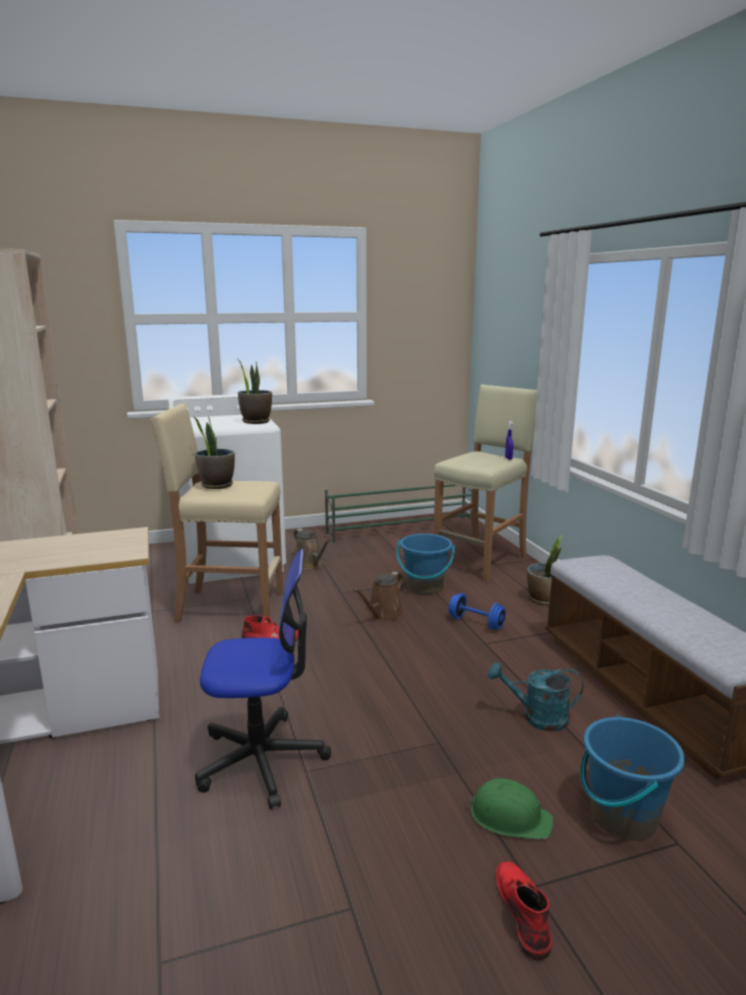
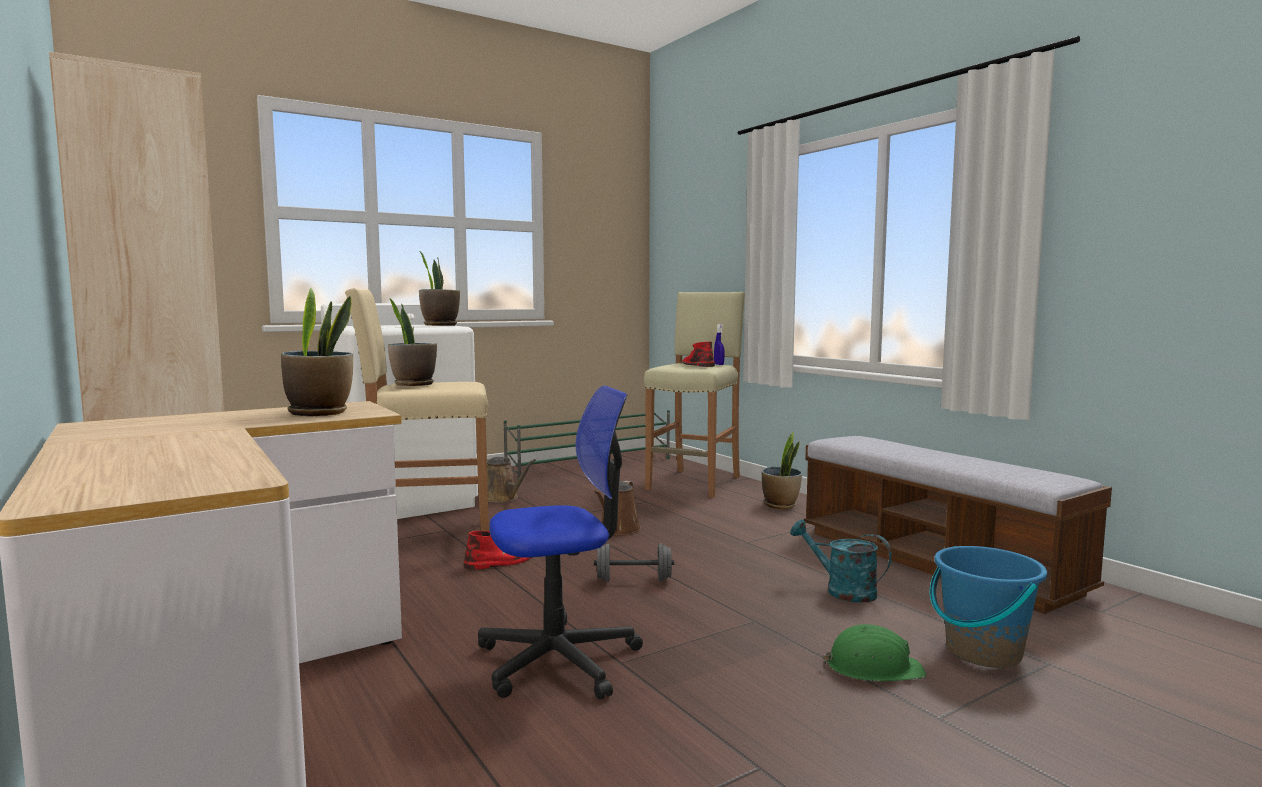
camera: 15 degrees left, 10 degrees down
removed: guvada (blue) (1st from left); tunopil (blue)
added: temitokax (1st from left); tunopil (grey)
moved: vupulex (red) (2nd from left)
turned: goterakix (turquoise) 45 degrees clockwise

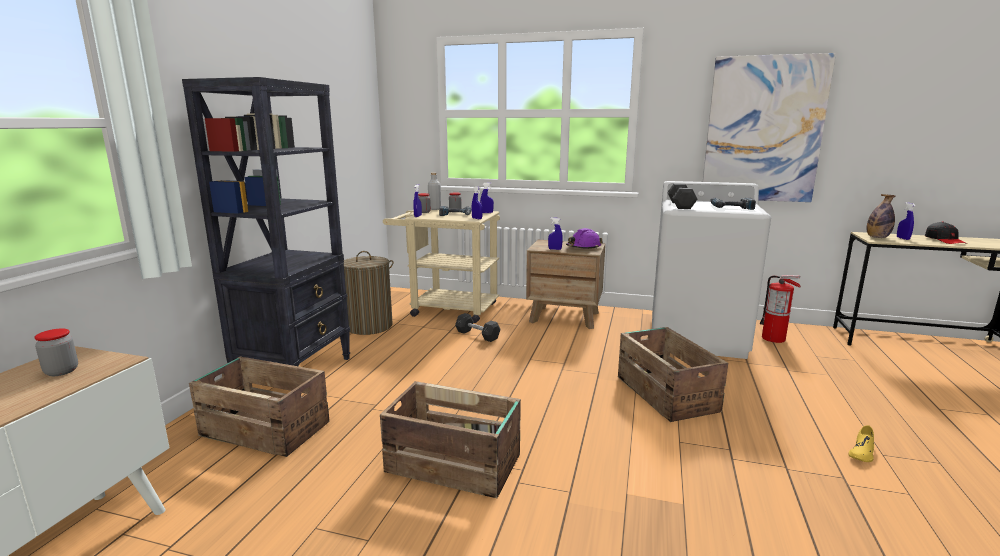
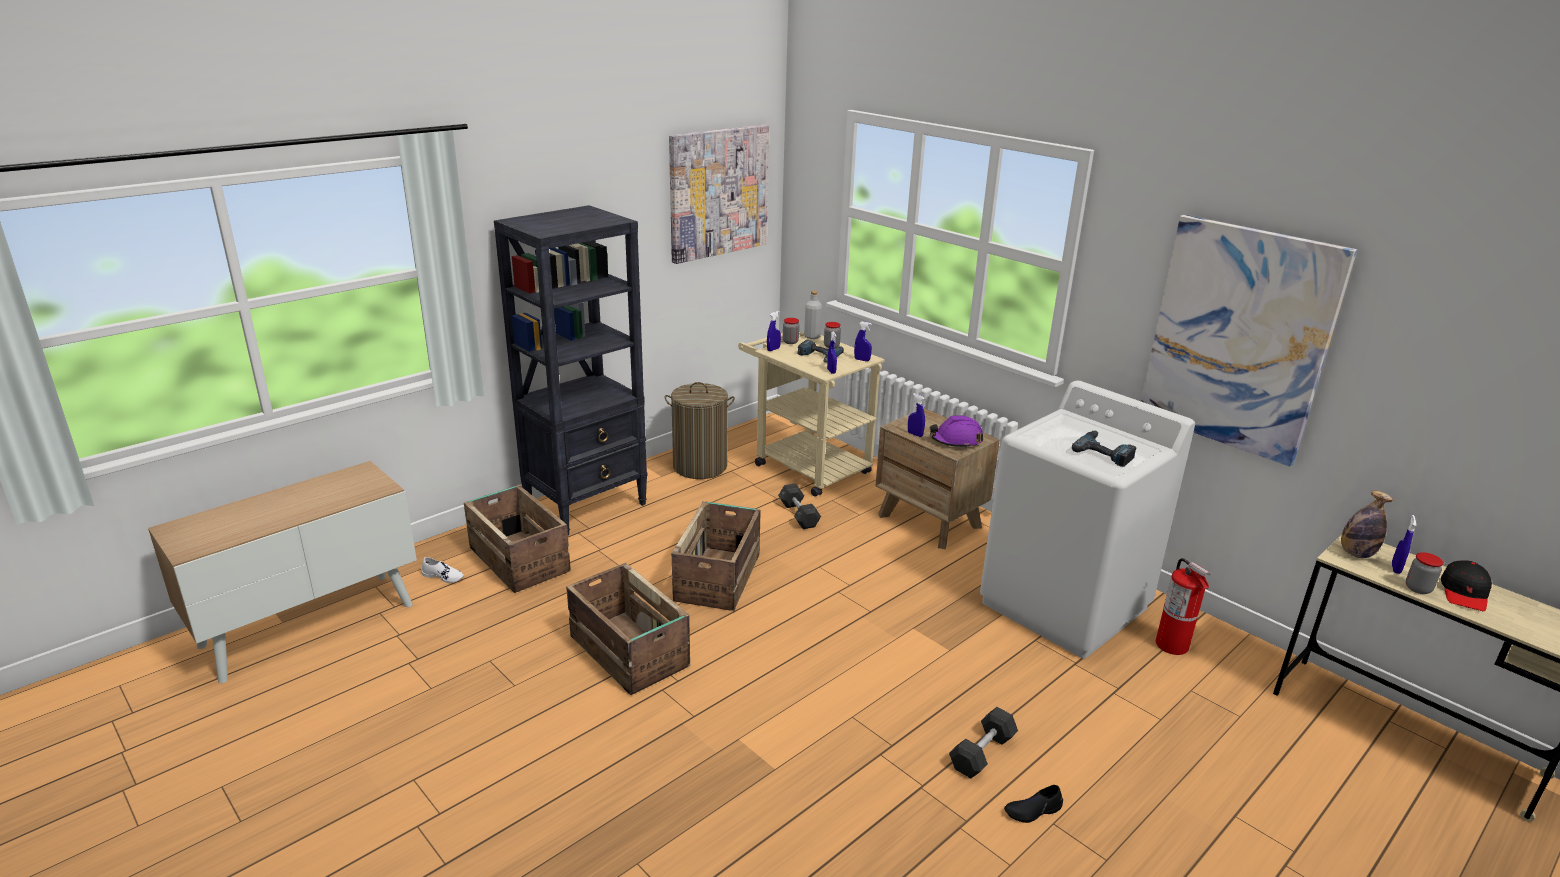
camera: 30 degrees right, 10 degrees up
added: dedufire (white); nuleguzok (1st from left)
moved: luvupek (3rd from left); tunopil (grey) (2nd from left); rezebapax (1st from left in the first image) to rezebapax (3rd from left)
recoloured: dedufire (yellow) to dedufire (black)

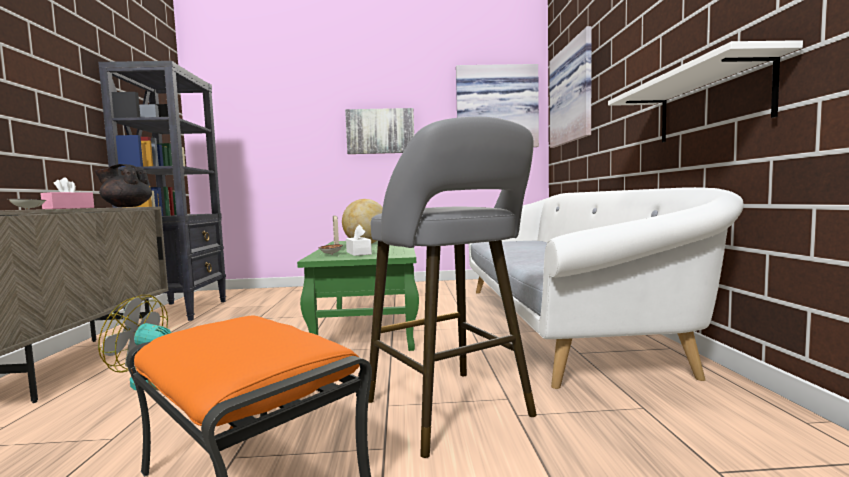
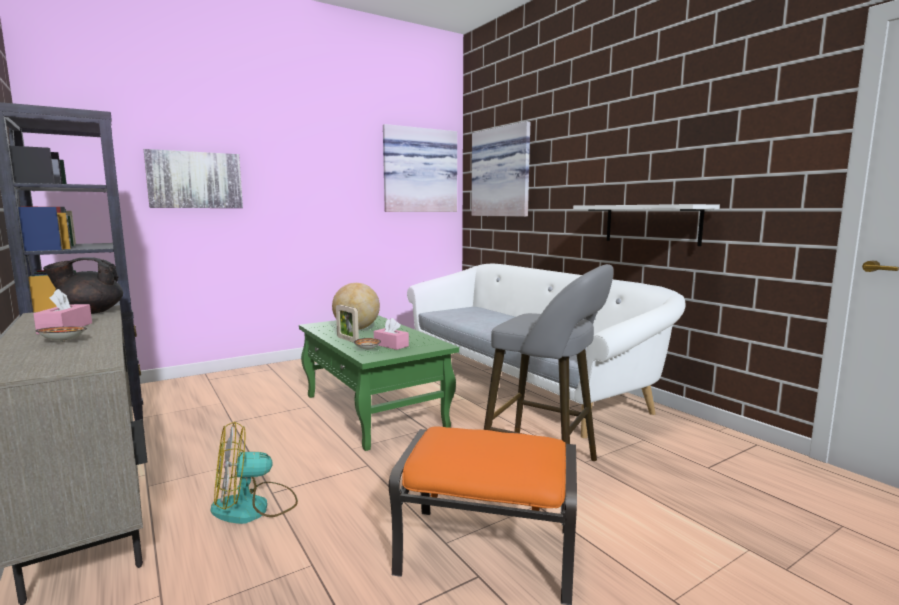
camera: 30 degrees left, 5 degrees up
moved: nuleguzok (1st from left)
recoloured: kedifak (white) to kedifak (pink) (2nd from left)

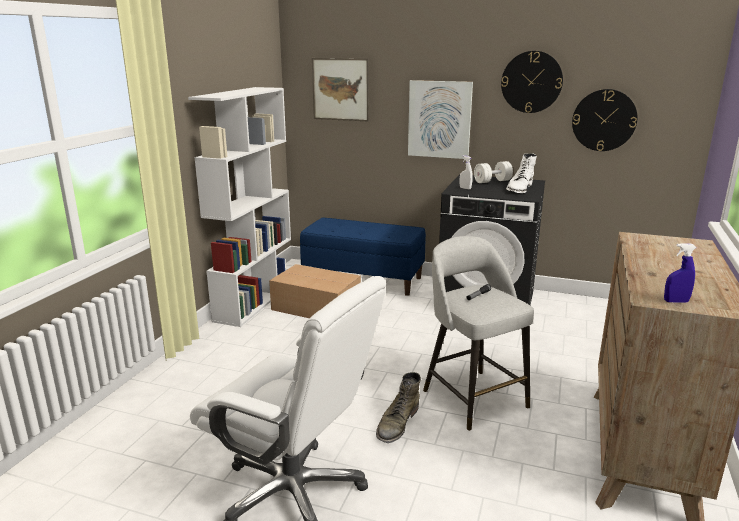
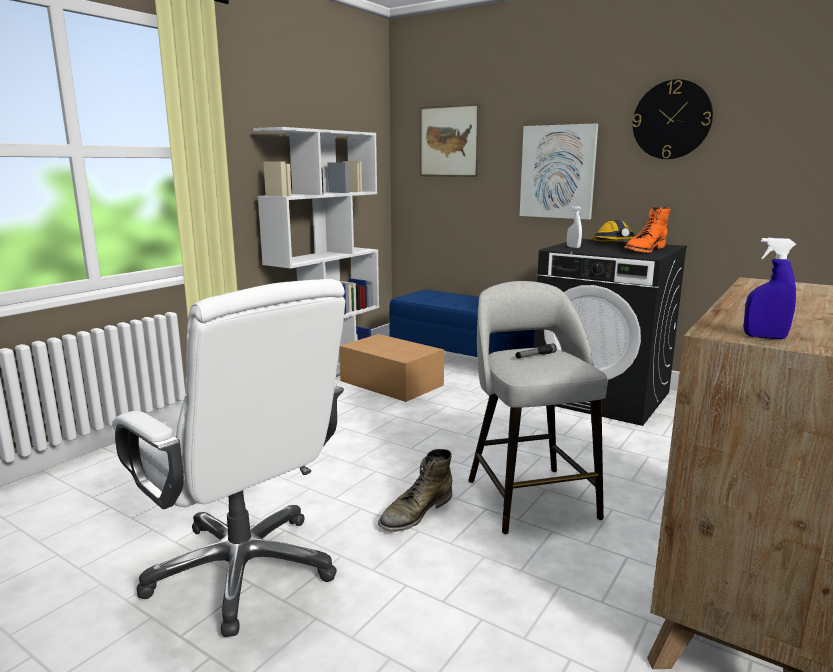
camera: 15 degrees right, 5 degrees down
removed: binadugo (2nd from left)
replaced: tunopil (white) to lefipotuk
recoloured: vupulex (white) to vupulex (orange)

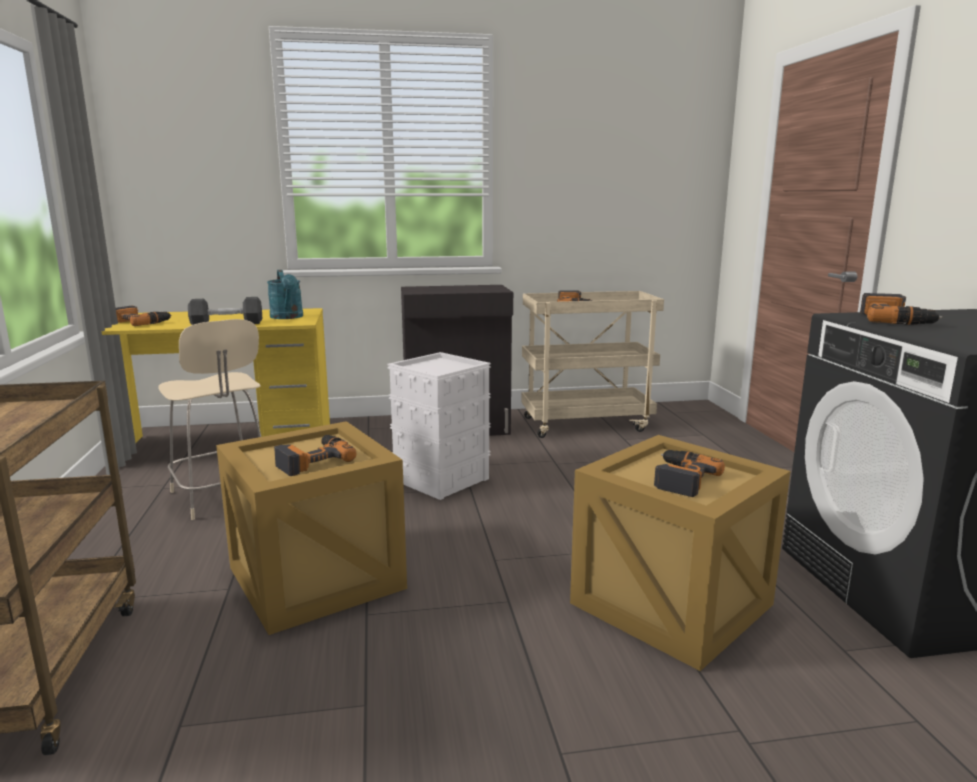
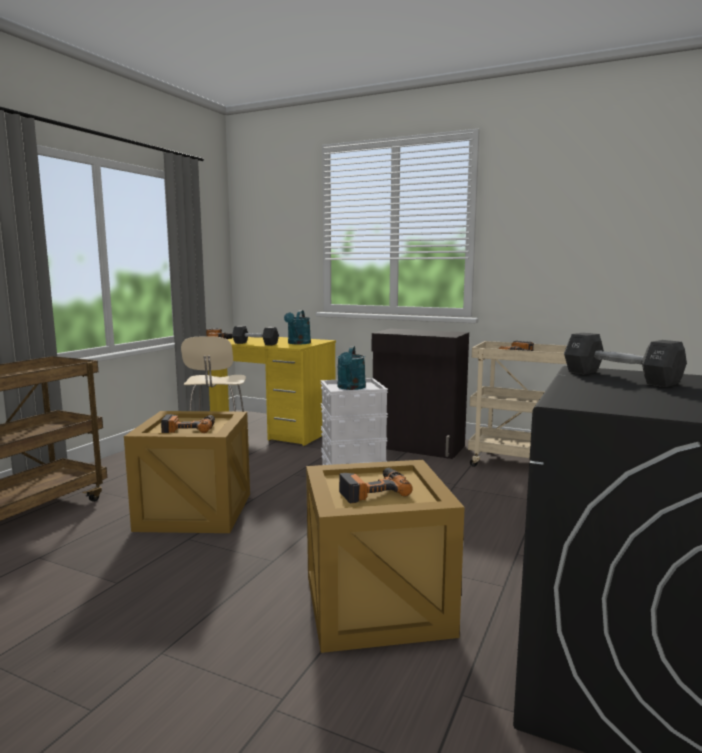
camera: 35 degrees right, 5 degrees down
added: goterakix (turquoise) (2nd from left)
replaced: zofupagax (5th from left) to tunopil (black) (2nd from left)

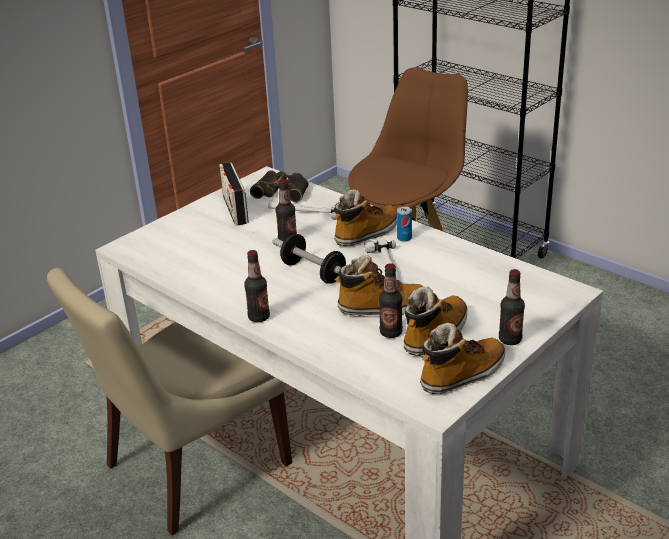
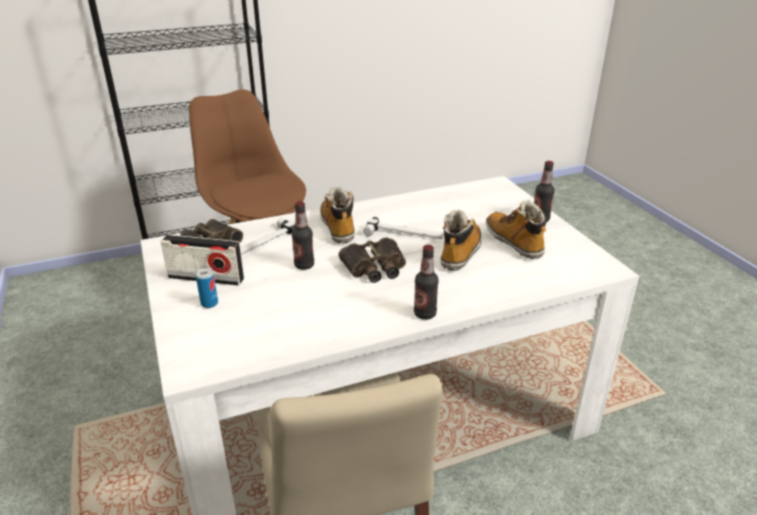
camera: 65 degrees left, 0 degrees up
removed: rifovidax (3rd from left); vupulex (4th from left)
moved: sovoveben
replaced: tunopil to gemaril (2nd from left)

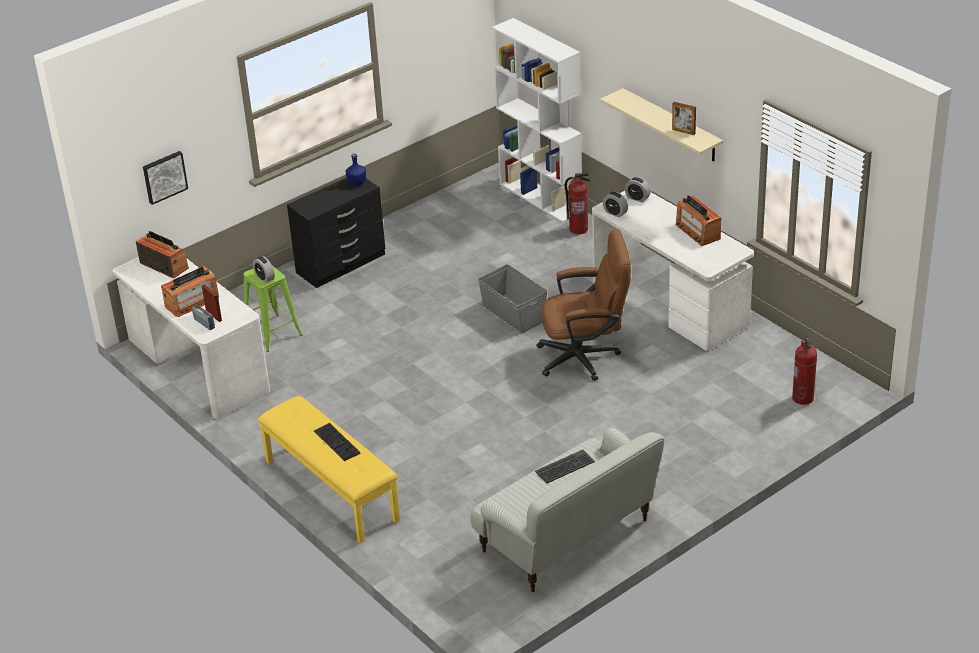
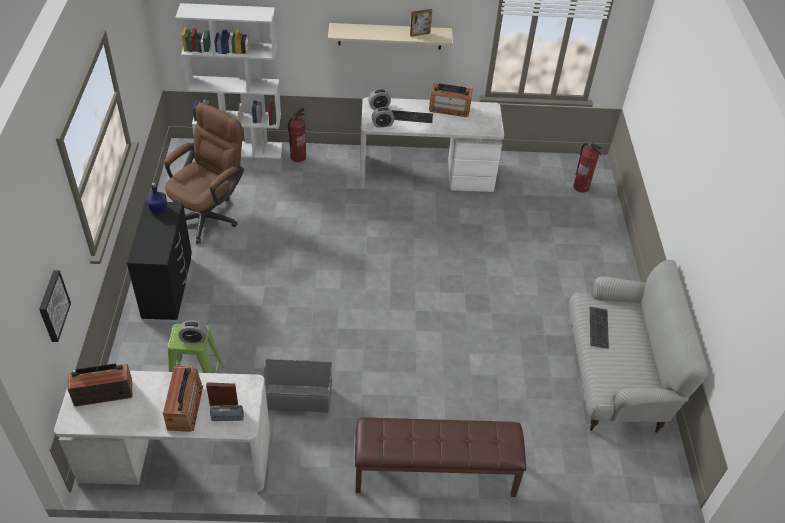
camera: 55 degrees left, 10 degrees up
moved: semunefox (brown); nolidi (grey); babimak (1st from left)
recoloured: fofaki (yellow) to fofaki (brown)

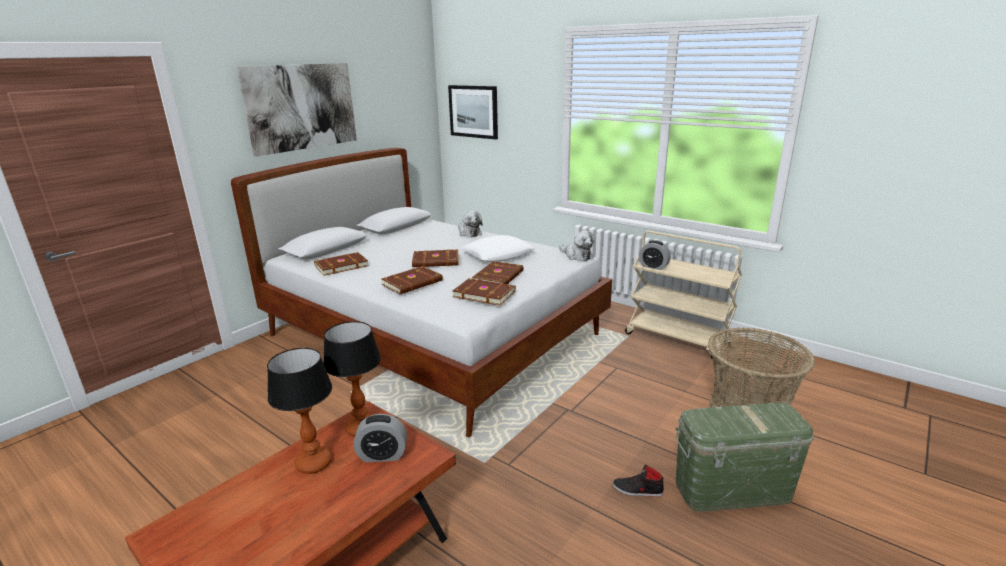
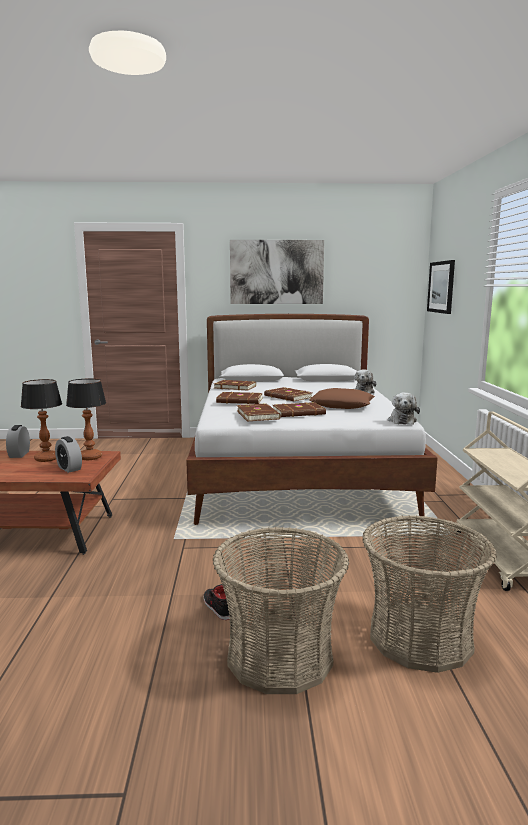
camera: 50 degrees right, 10 degrees down
moved: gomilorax (2nd from left in the first image) to gomilorax (1st from left)
replaced: nolidi (green) to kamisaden (1st from left)
recoloured: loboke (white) to loboke (brown)

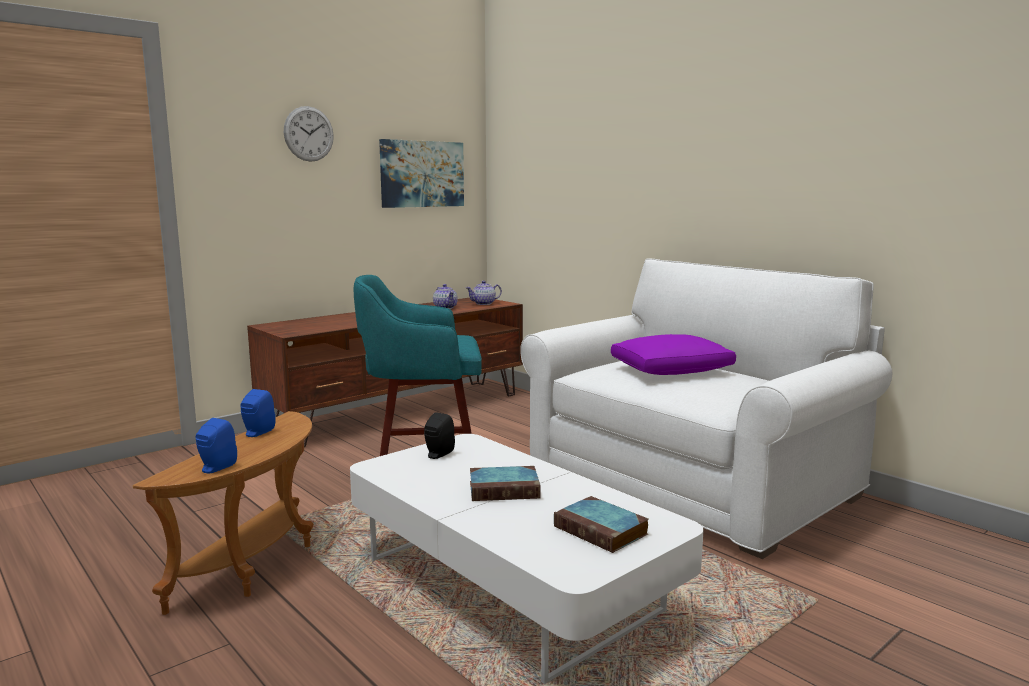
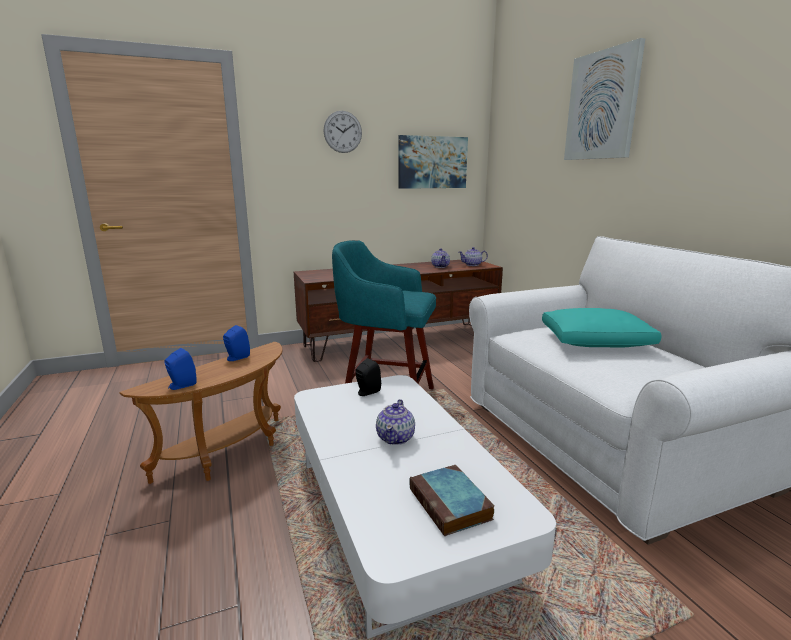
camera: 20 degrees right, 5 degrees up
added: nuleguzok (2nd from left)
replaced: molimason (1st from left) to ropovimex (1st from left)
recoloured: loboke (purple) to loboke (turquoise)

